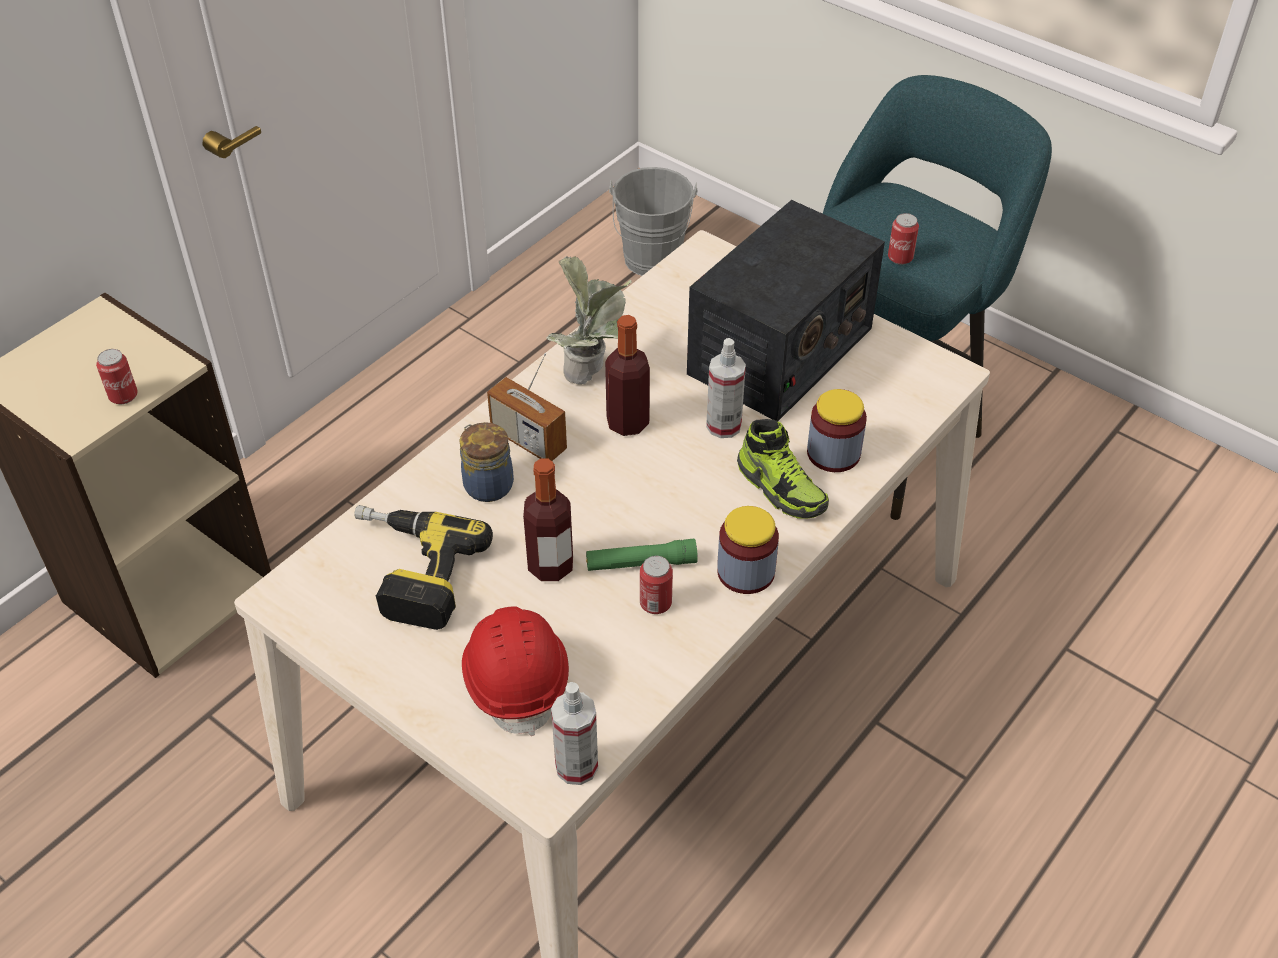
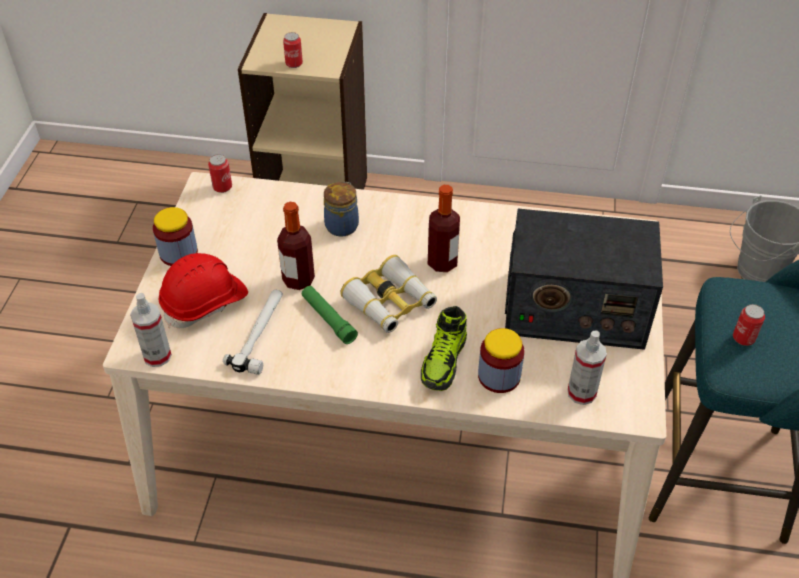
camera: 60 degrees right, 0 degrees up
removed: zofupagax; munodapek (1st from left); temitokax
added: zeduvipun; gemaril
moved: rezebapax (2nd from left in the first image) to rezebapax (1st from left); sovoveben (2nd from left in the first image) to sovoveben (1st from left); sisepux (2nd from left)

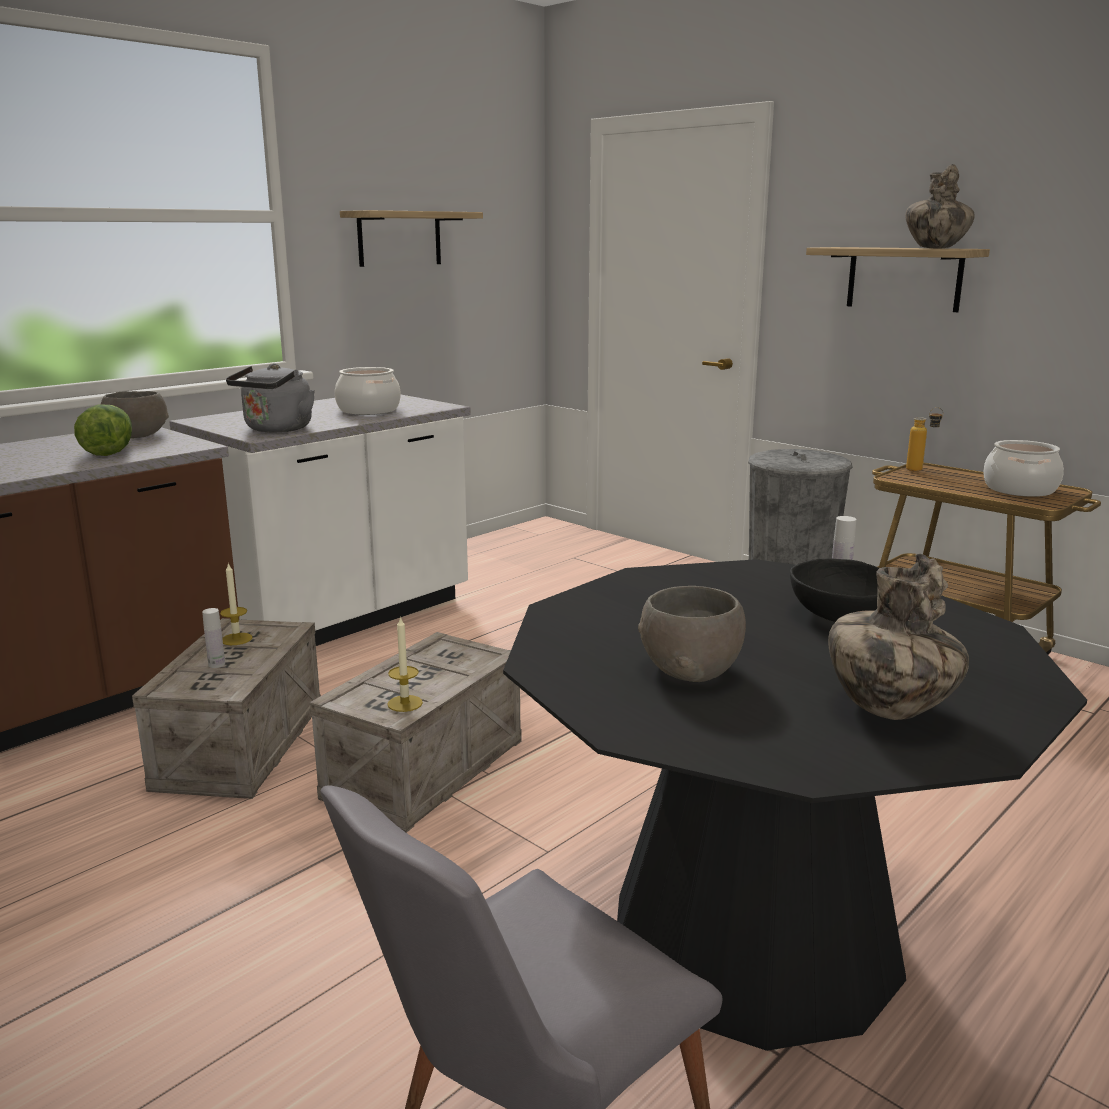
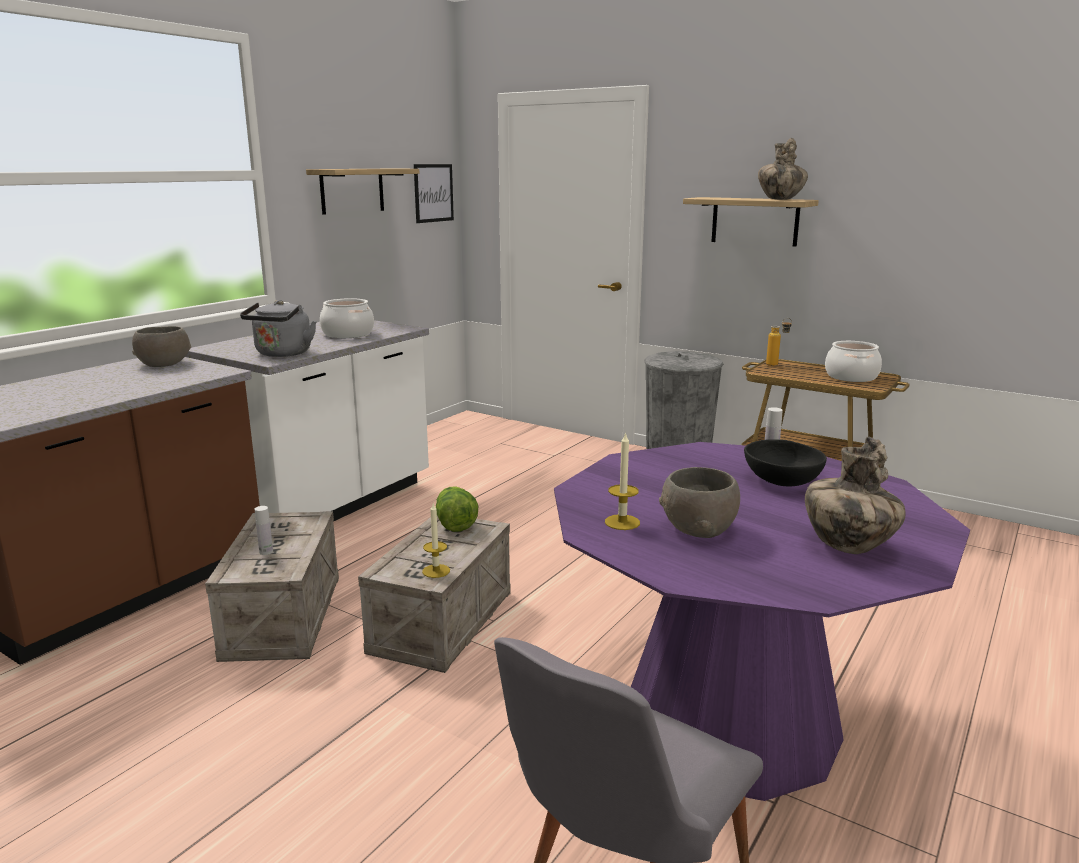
camera: 10 degrees left, 0 degrees up
added: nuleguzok
moved: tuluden; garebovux (1st from left in the first image) to garebovux (2nd from left)
recoloured: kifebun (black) to kifebun (purple)

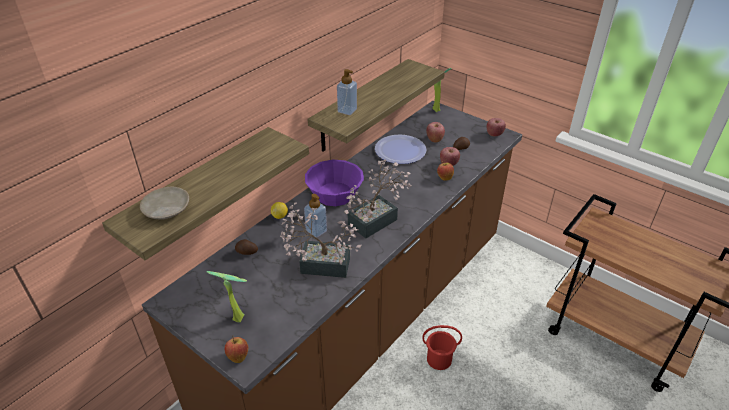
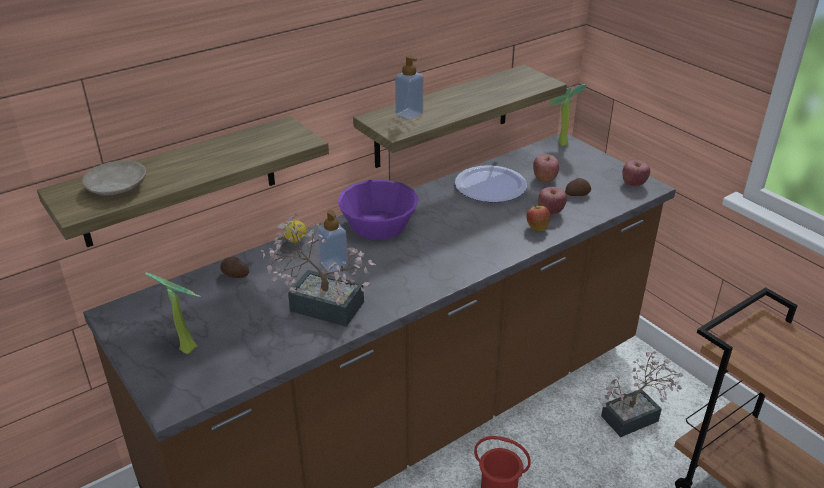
camera: 15 degrees right, 5 degrees down
removed: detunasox (1st from left)
moved: temitokax (3rd from left in the first image) to temitokax (4th from left)

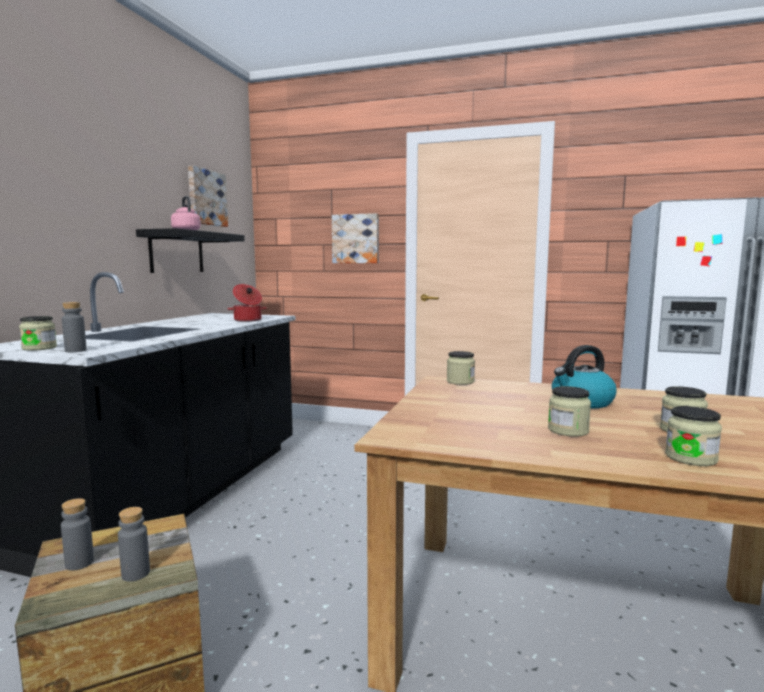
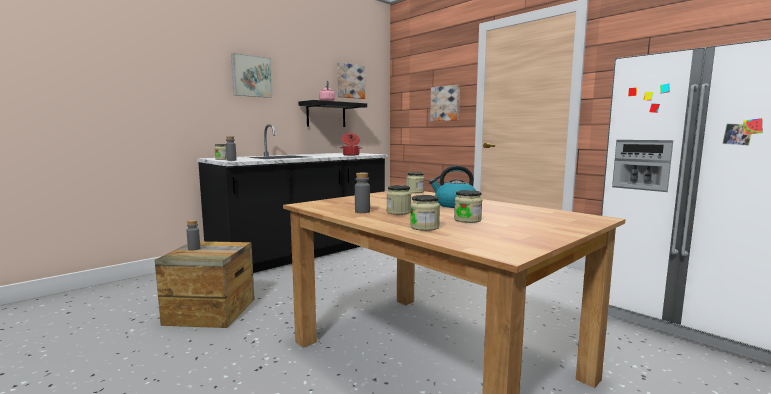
camera: 30 degrees right, 0 degrees up
added: nuleguzok (1st from left)
moved: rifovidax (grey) (3rd from left)

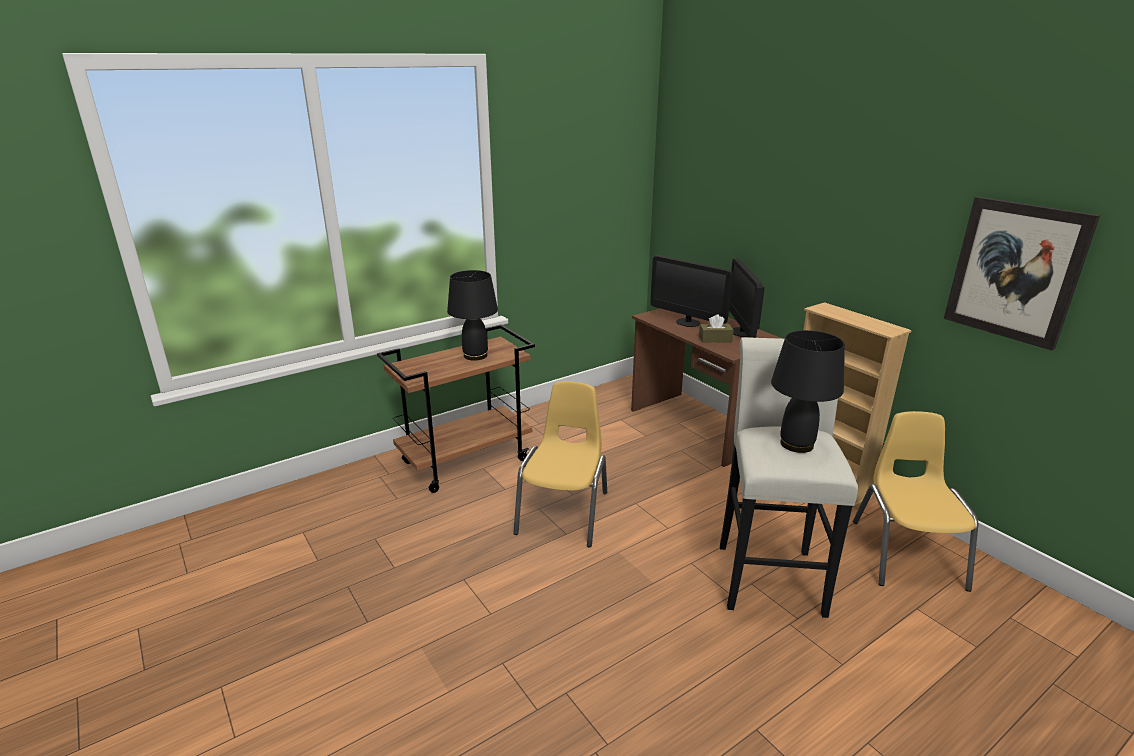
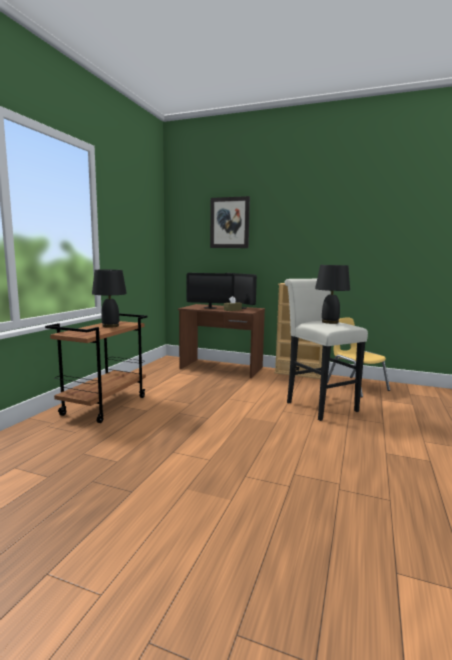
camera: 35 degrees left, 15 degrees down
removed: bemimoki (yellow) (1st from left)
moved: nuleguzok

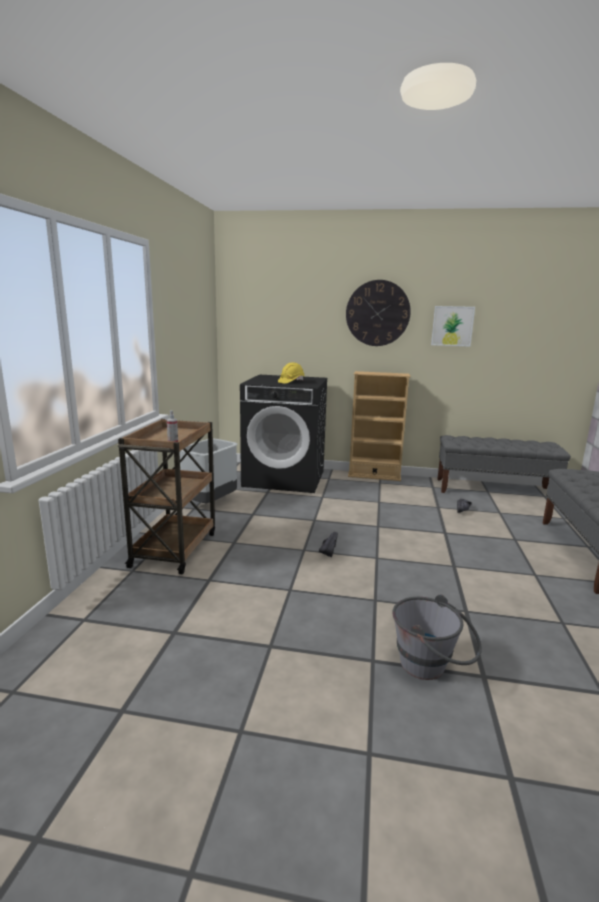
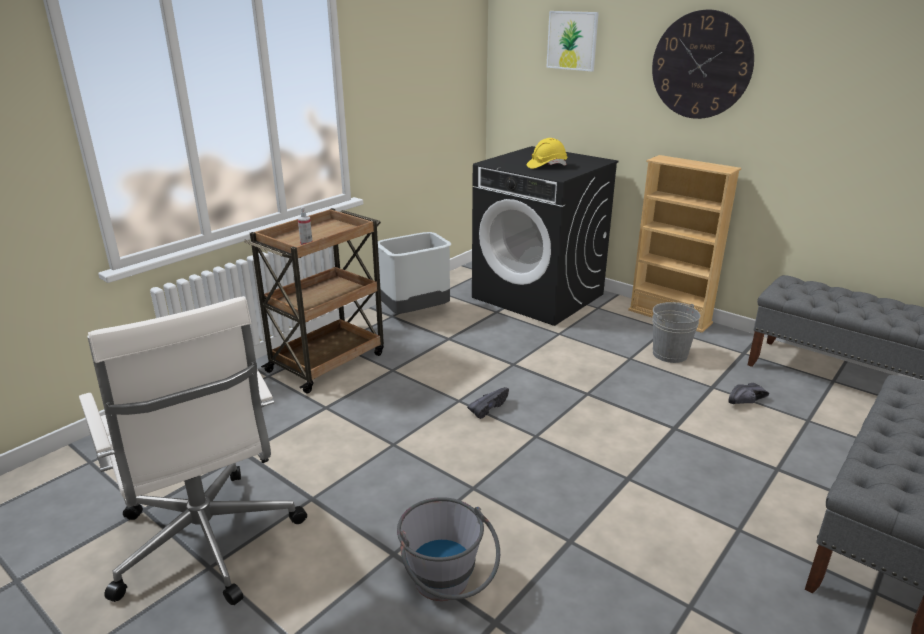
camera: 30 degrees right, 10 degrees up
added: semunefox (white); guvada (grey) (2nd from left)
moved: nuleguzok

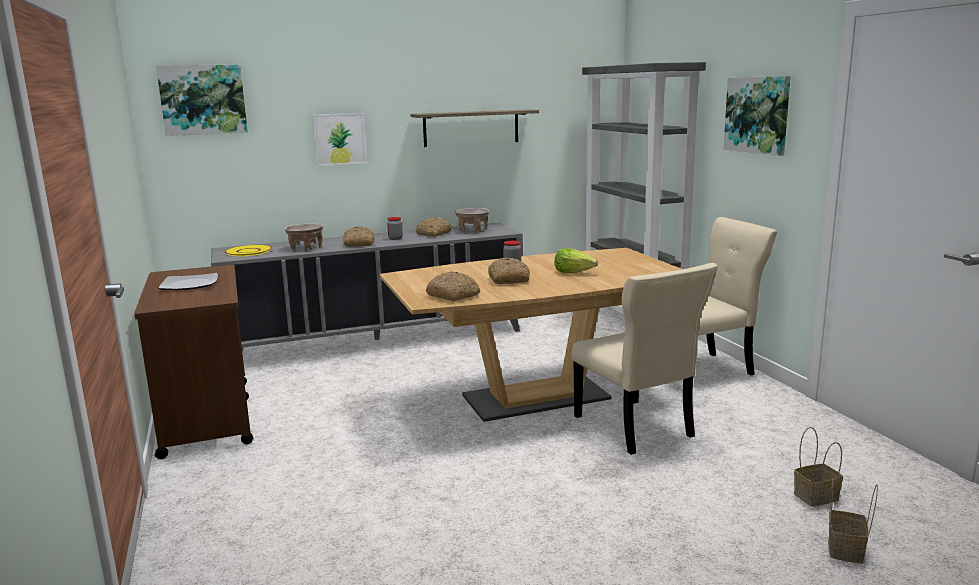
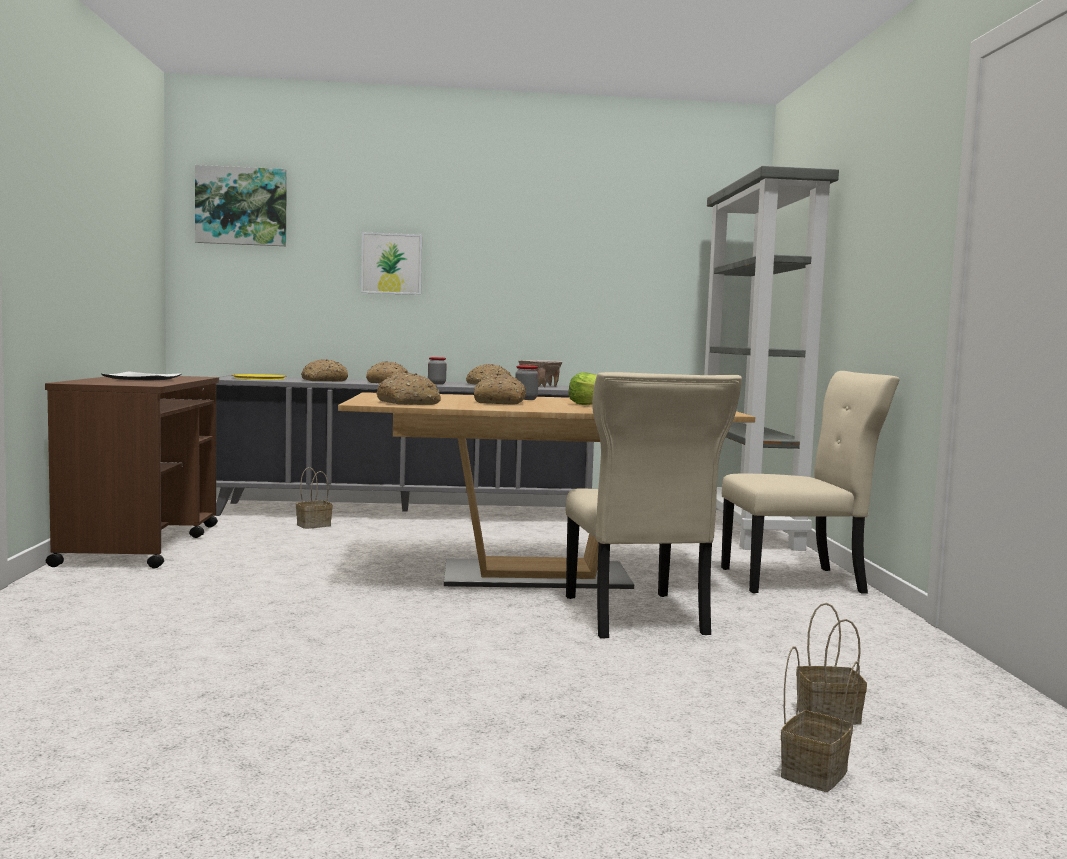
camera: 15 degrees right, 10 degrees down
removed: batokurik; nuleguzok (3rd from left)
added: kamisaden (1st from left)
replaced: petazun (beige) (1st from left) to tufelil (1st from left)

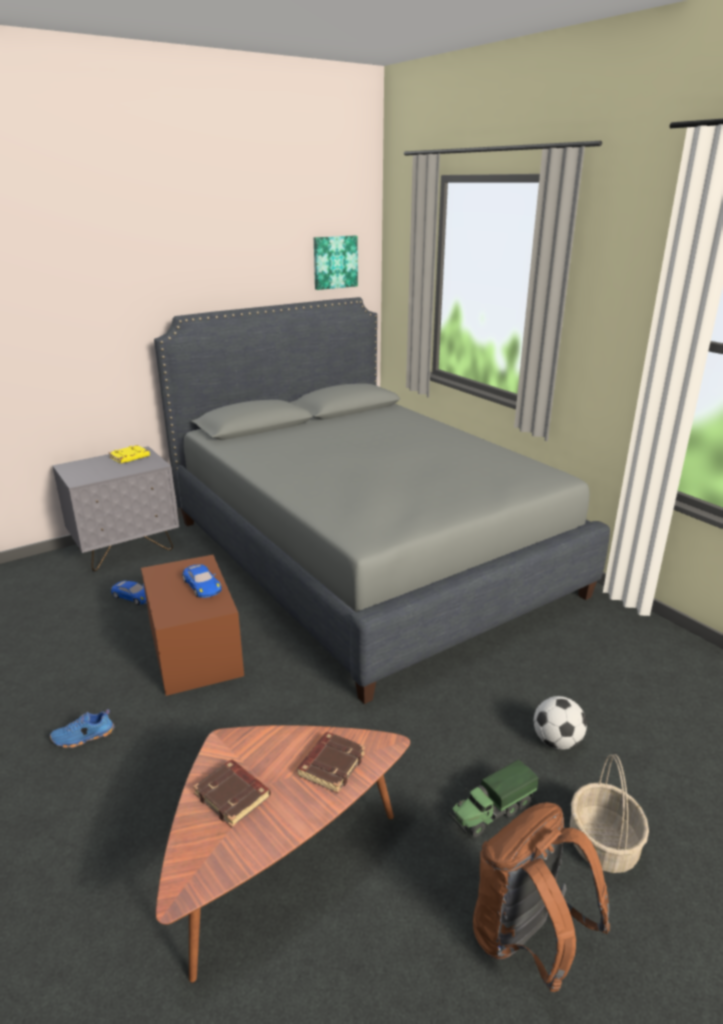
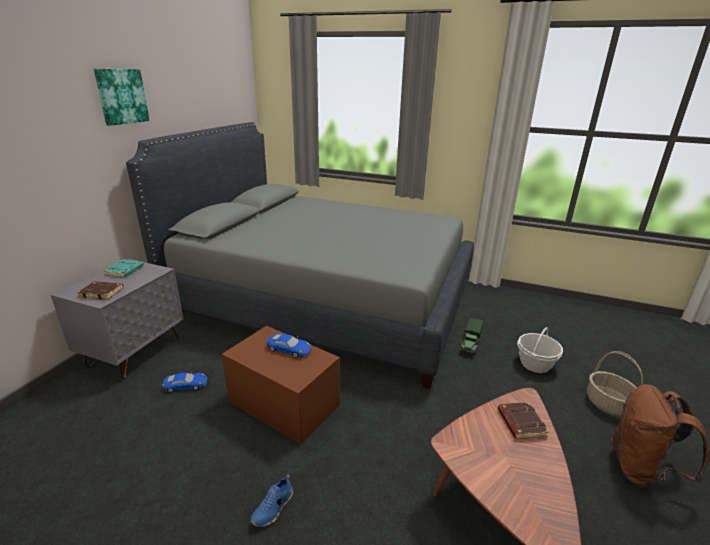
camera: 35 degrees left, 0 degrees up
moved: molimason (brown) (1st from left); nuleguzok; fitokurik
replaced: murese to kamisaden (1st from left)
recoloured: molimason (yellow) to molimason (turquoise)

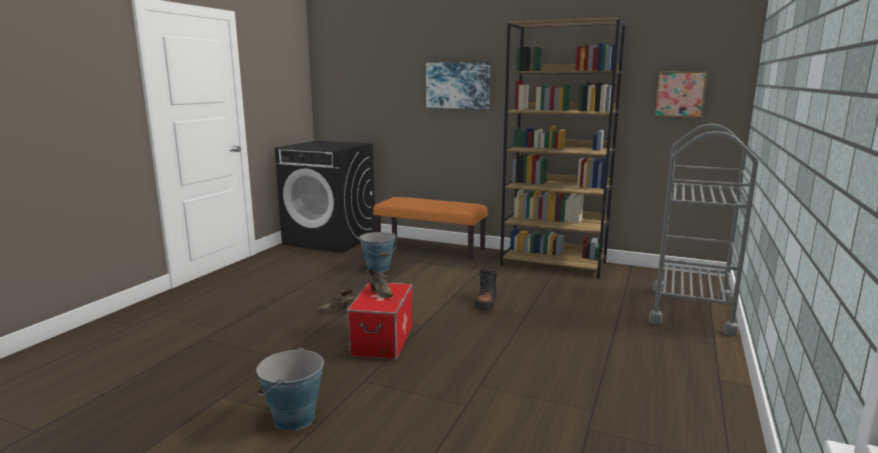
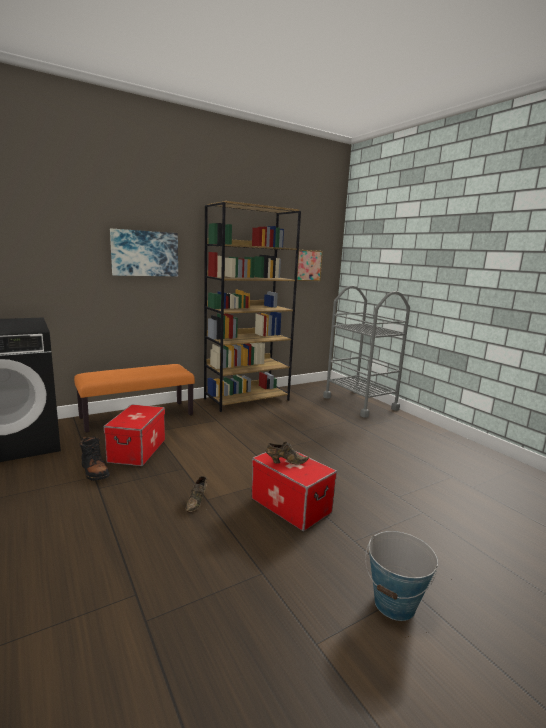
camera: 55 degrees left, 0 degrees up
moved: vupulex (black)
replaced: guvada (2nd from left) to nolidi (1st from left)

